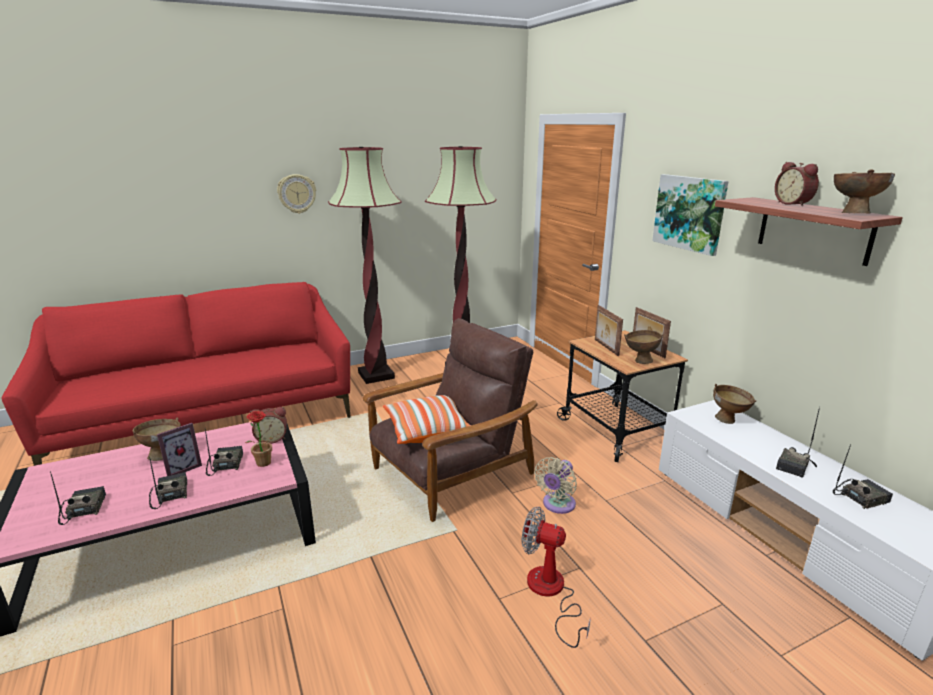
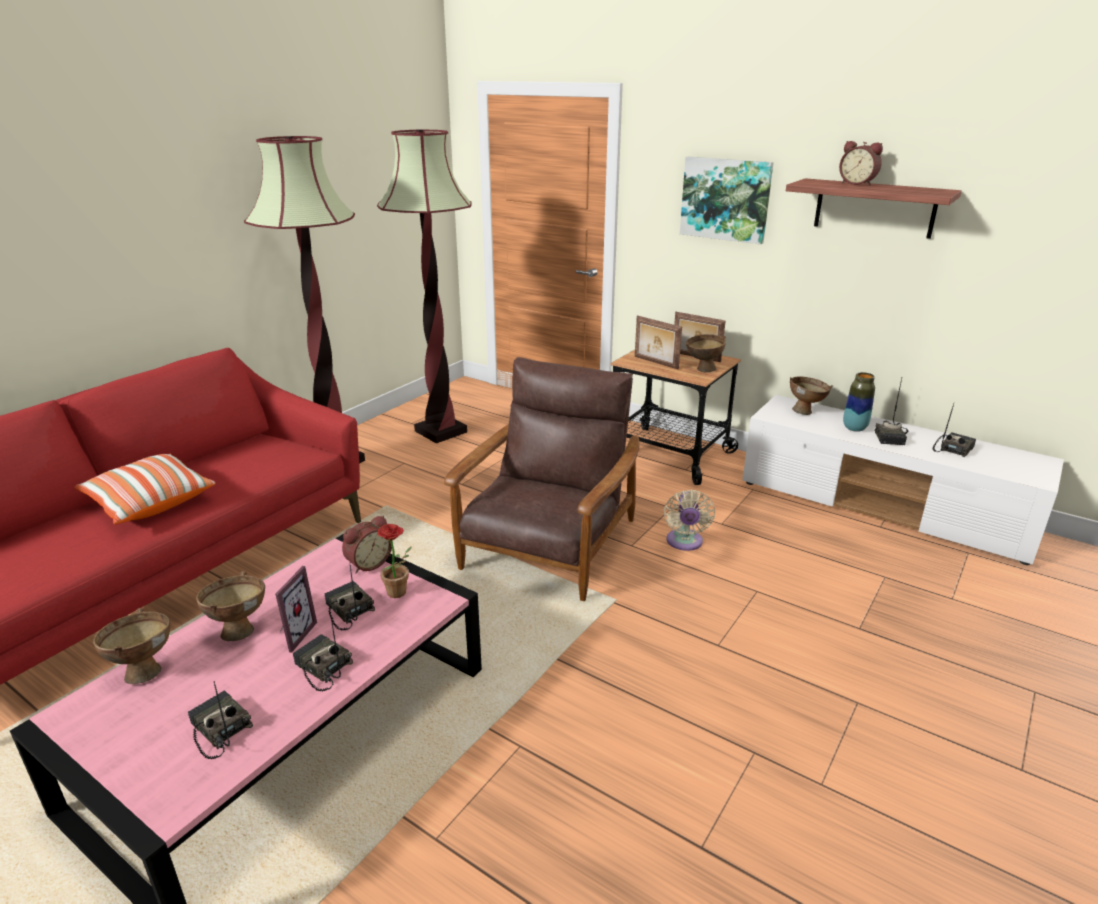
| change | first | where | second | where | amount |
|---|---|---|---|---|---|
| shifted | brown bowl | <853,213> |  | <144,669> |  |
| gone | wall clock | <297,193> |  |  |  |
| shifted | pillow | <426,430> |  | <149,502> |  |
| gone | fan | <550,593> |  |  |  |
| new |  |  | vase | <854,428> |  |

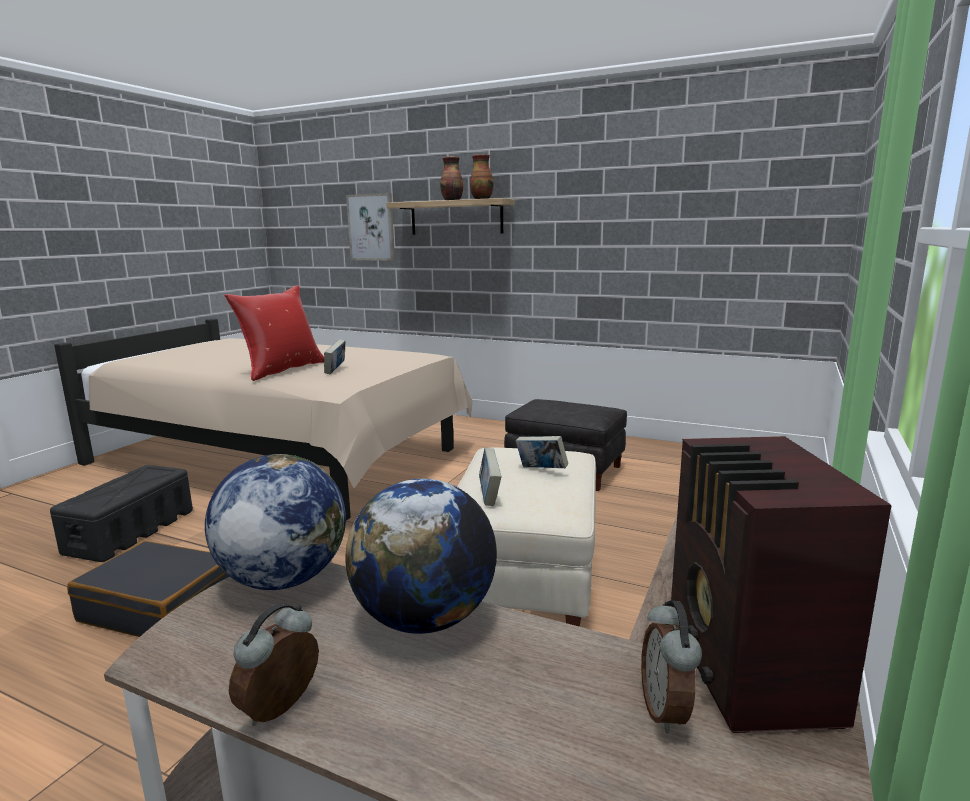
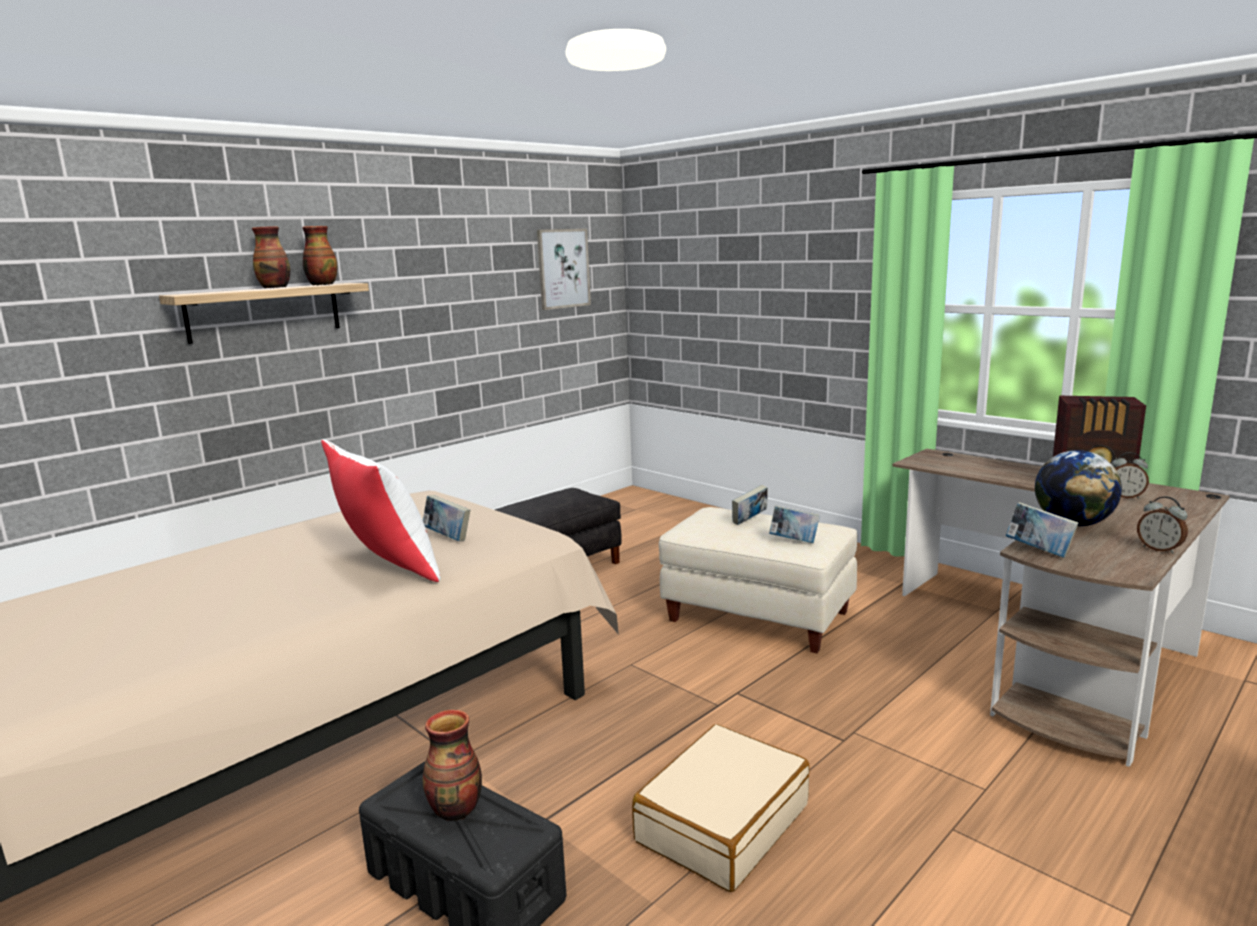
| change | first | where | second | where | amount |
|---|---|---|---|---|---|
| shifted | picture | <371,227> |  | <563,268> |  |
| repainted | red pillow | <282,370> | white pillow | <387,566> |  |
| swapped | globe | <283,579> | book | <1039,551> |  |
| repainted | black suitcase | <160,606> | beige suitcase | <722,823> |  |
| new |  |  | vase | <456,810> |  |

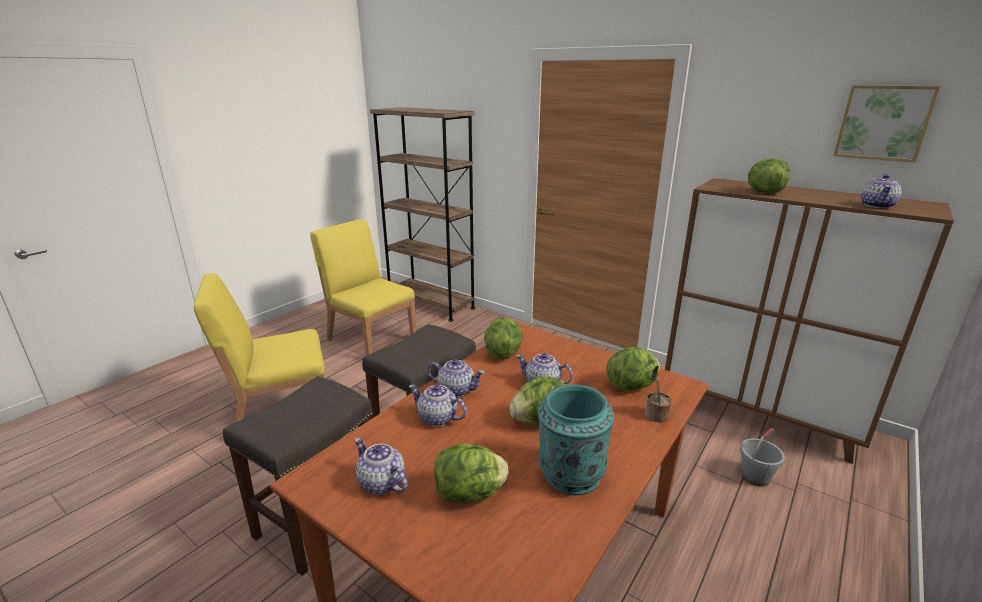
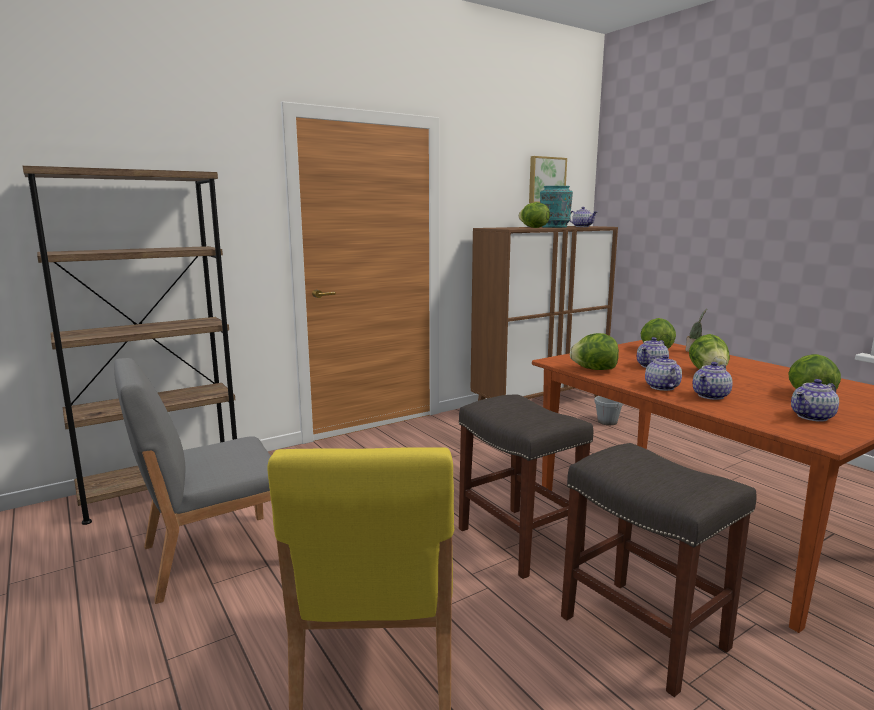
| change | first | where | second | where | amount |
|---|---|---|---|---|---|
| repainted | yellow chair | <371,339> | grey chair | <212,555> |  |
| rotated | teapot | <456,390> |  | <661,387> | 45 degrees counterclockwise |
| shifted | turquoise vase | <570,475> |  | <554,227> |  |

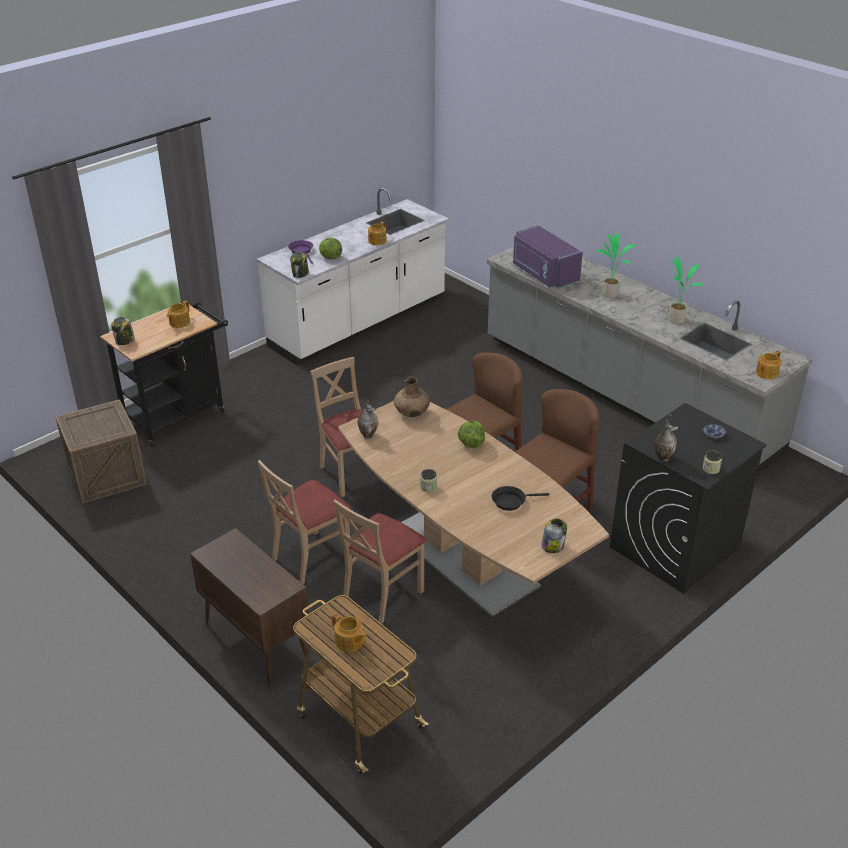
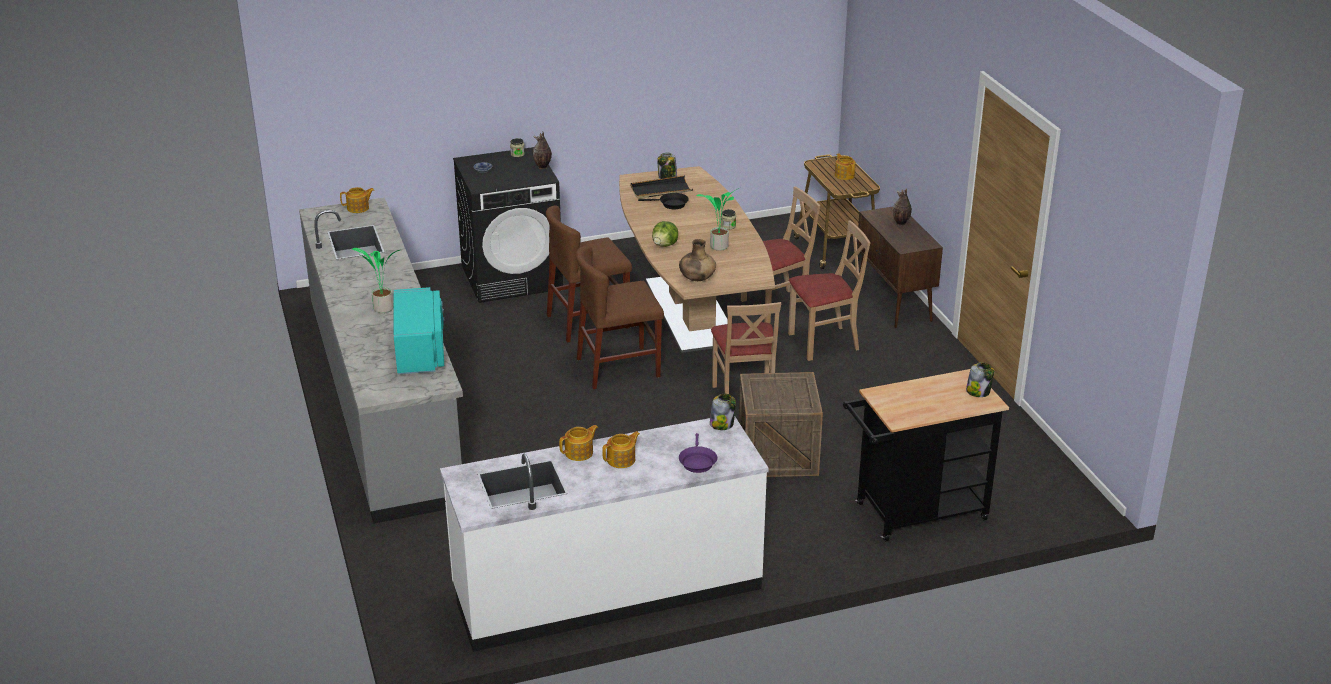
| change | first | where | second | where | amount |
|---|---|---|---|---|---|
| repainted | purple microwave | <543,274> | turquoise microwave | <421,351> |  |
| gone | lettuce | <330,257> |  |  |  |
| shifted | potted plant | <676,319> |  | <718,247> |  |
| shifted | teapot | <179,323> |  | <622,460> |  |
| shifted | crate | <106,475> |  | <777,454> |  |
| shifted | vase | <368,435> |  | <900,223> |  |
| new |  |  | black tray | <660,190> |  |

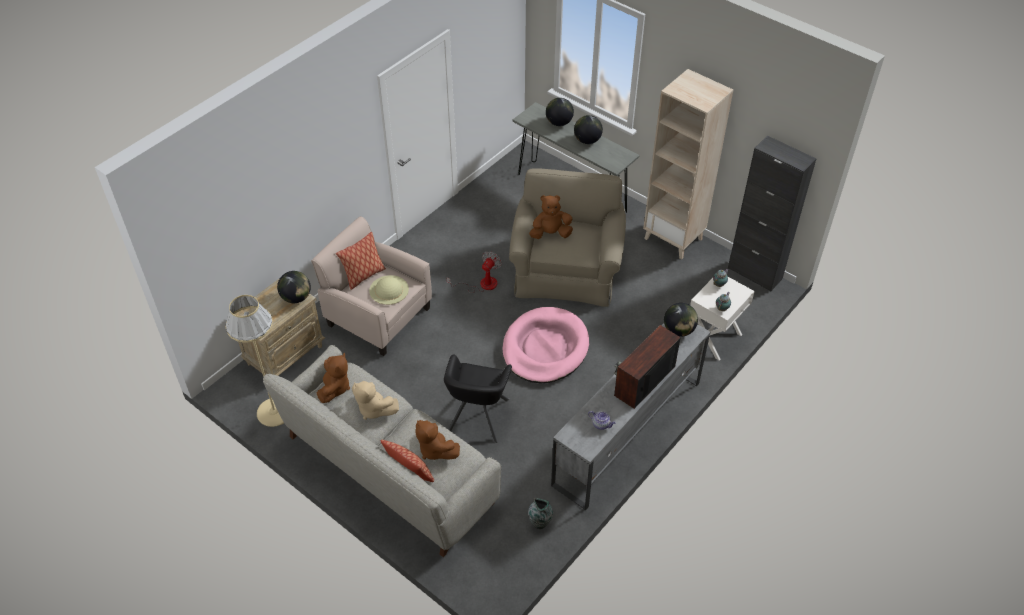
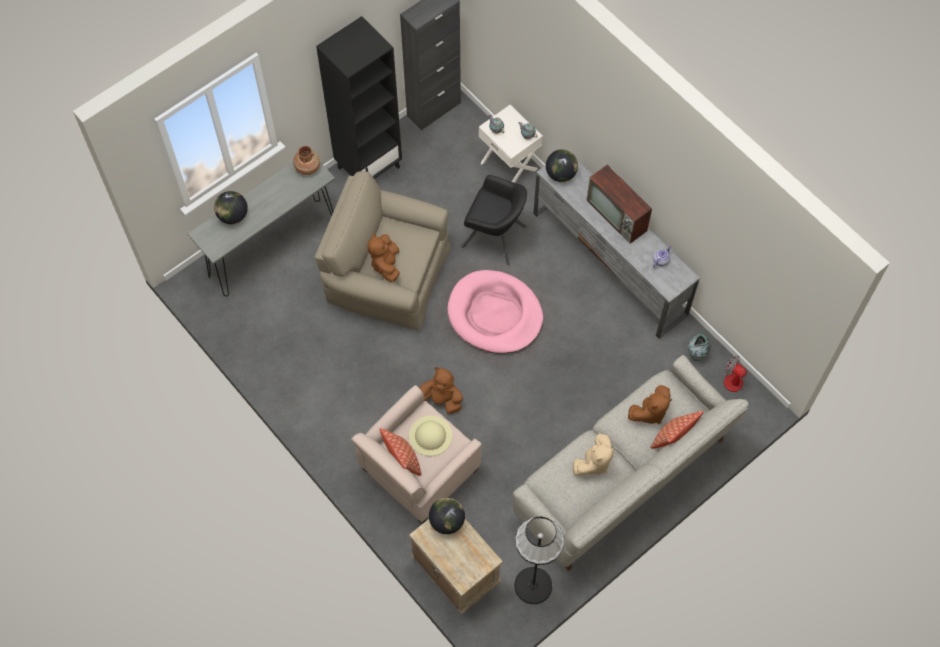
| change | first | where | second | where | amount |
|---|---|---|---|---|---|
| repainted | beige bookcase | <674,238> | black bookcase | <369,166> |  |
| gone | globe | <587,140> |  |  |  |
| shifted | fan | <482,284> |  | <733,390> |  |
| repainted | beige floor lamp | <274,412> | black floor lamp | <533,585> |  |
| shifted | brown plush toy | <335,388> |  | <441,399> |  |
| shifted | black armchair | <477,416> |  | <494,237> |  |
| new |  |  | brown vase | <307,167> |  |

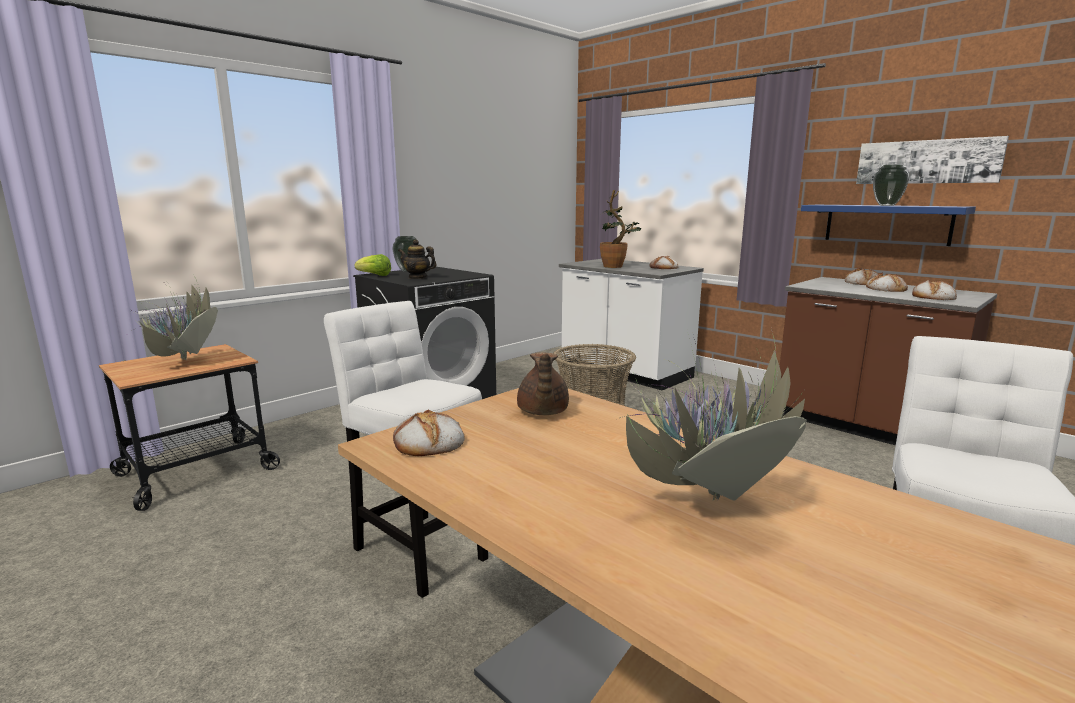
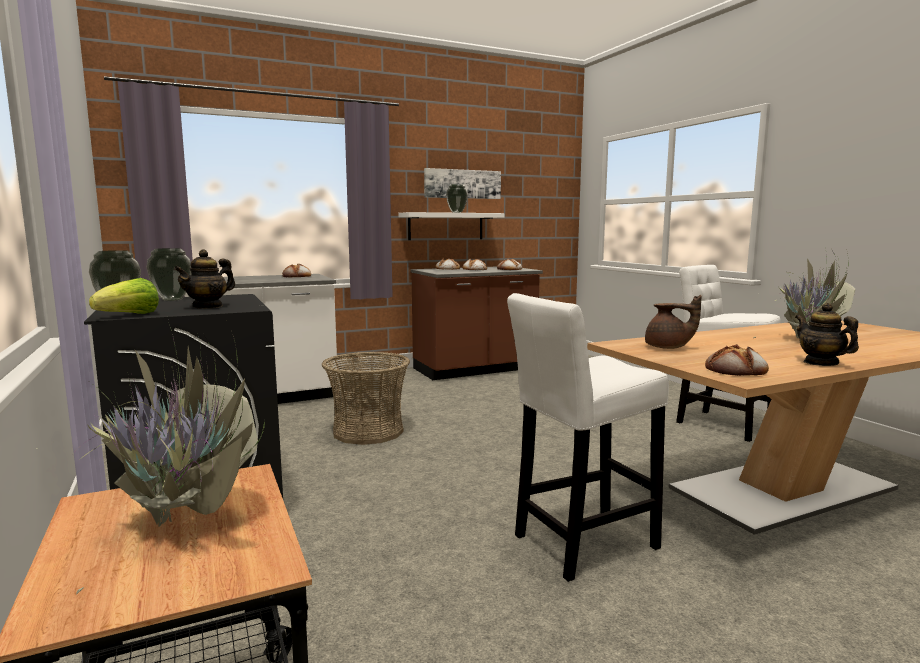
| change | first | where | second | where | amount |
|---|---|---|---|---|---|
| gone | potted plant | <617,266> |  |  |  |
| repainted | blue shelf | <887,224> | white shelf | <446,226> |  |
| new |  |  | vase | <172,299> |  |
| new |  |  | teapot | <821,363> |  |

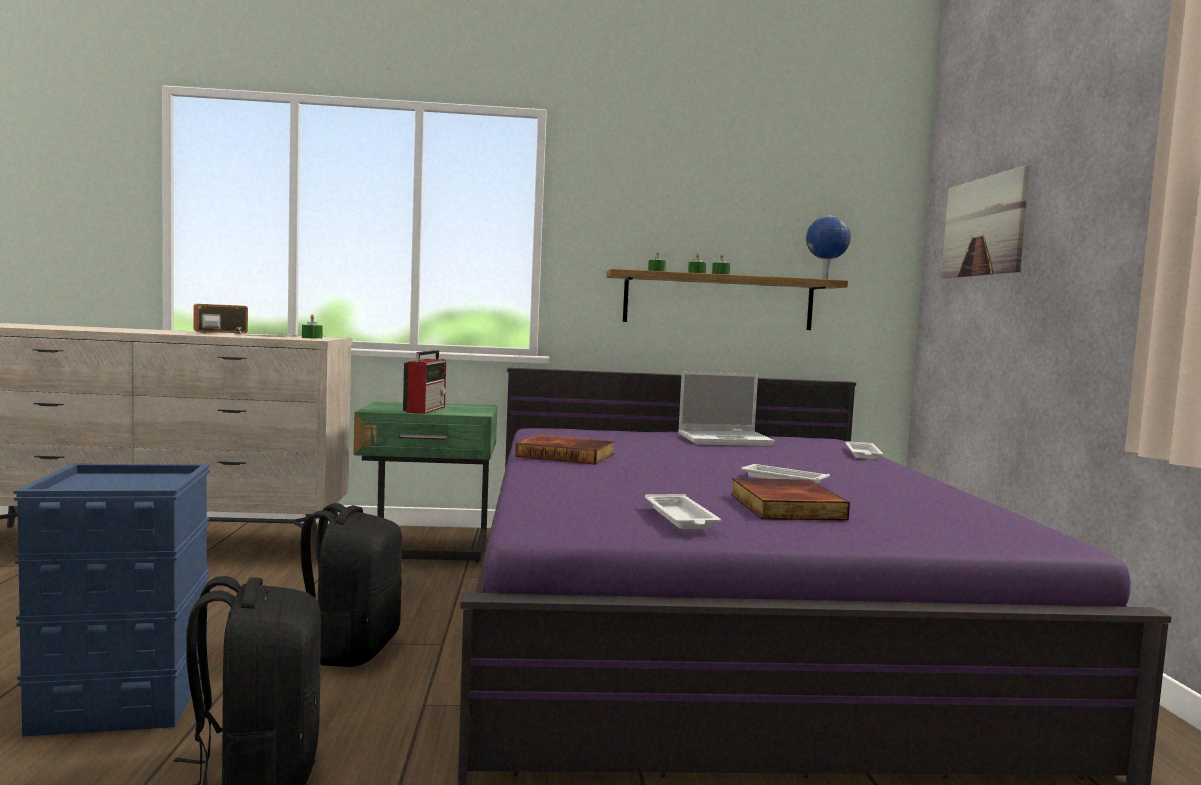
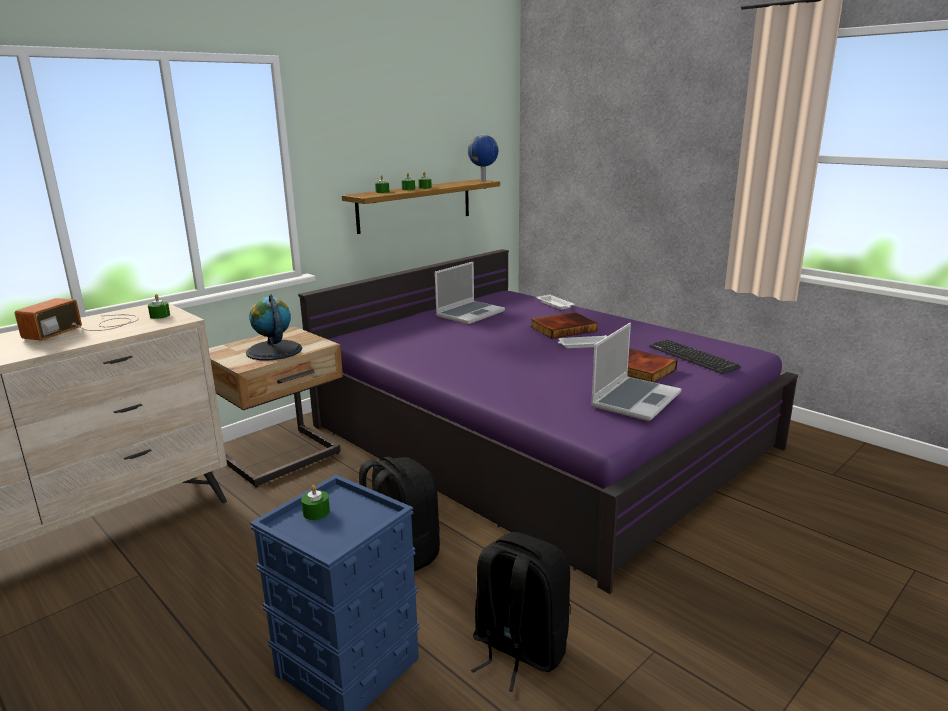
| change | first | where | second | where | amount |
|---|---|---|---|---|---|
| gone | picture | <983,227> |  |  |  |
| swapped | radio | <425,409> | globe | <274,351> |  |
| repainted | green nightstand | <427,549> | beige nightstand | <283,458> |  |
| shifted | book | <567,455> |  | <563,328> |  |
| swapped | white tray | <681,518> | laptop | <635,399> |  |
| new |  |  | keyboard | <693,357> |  |
| new |  |  | green candle | <316,512> |  |

